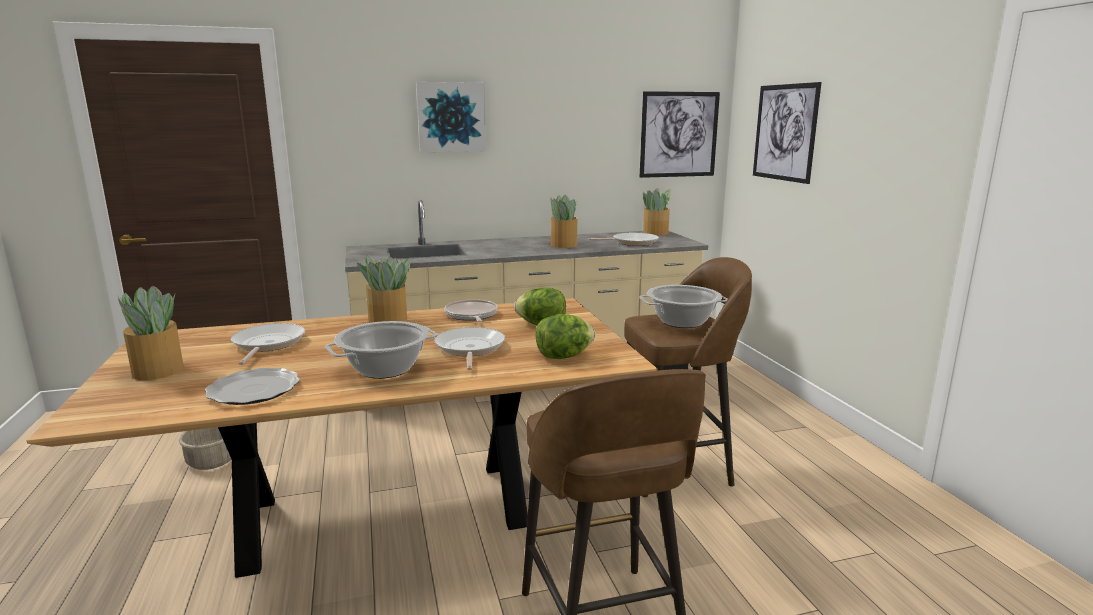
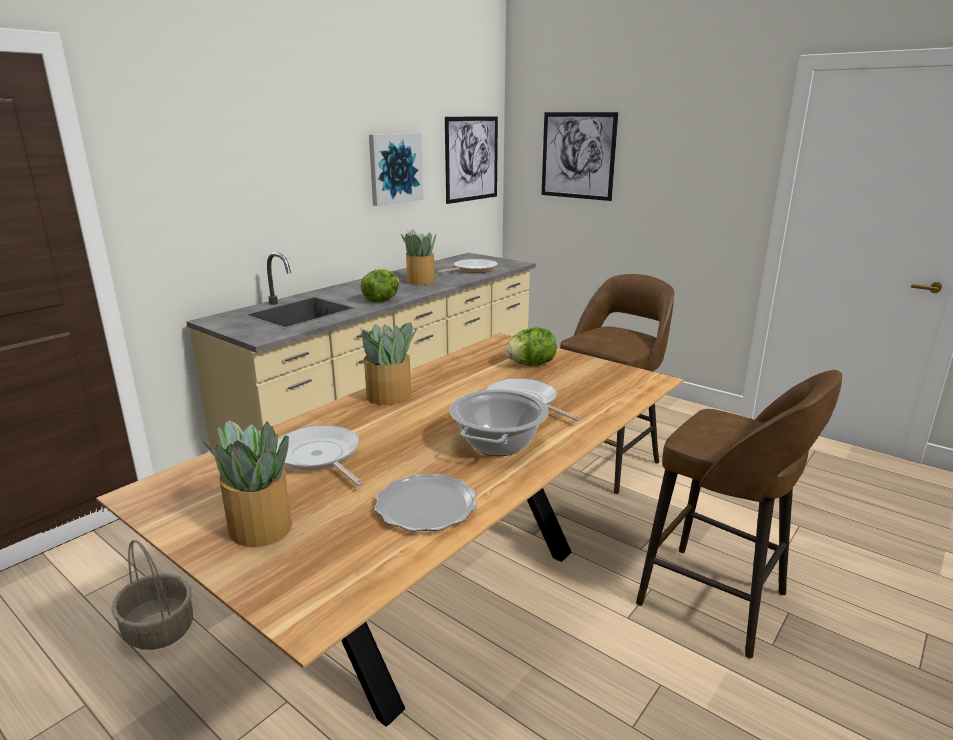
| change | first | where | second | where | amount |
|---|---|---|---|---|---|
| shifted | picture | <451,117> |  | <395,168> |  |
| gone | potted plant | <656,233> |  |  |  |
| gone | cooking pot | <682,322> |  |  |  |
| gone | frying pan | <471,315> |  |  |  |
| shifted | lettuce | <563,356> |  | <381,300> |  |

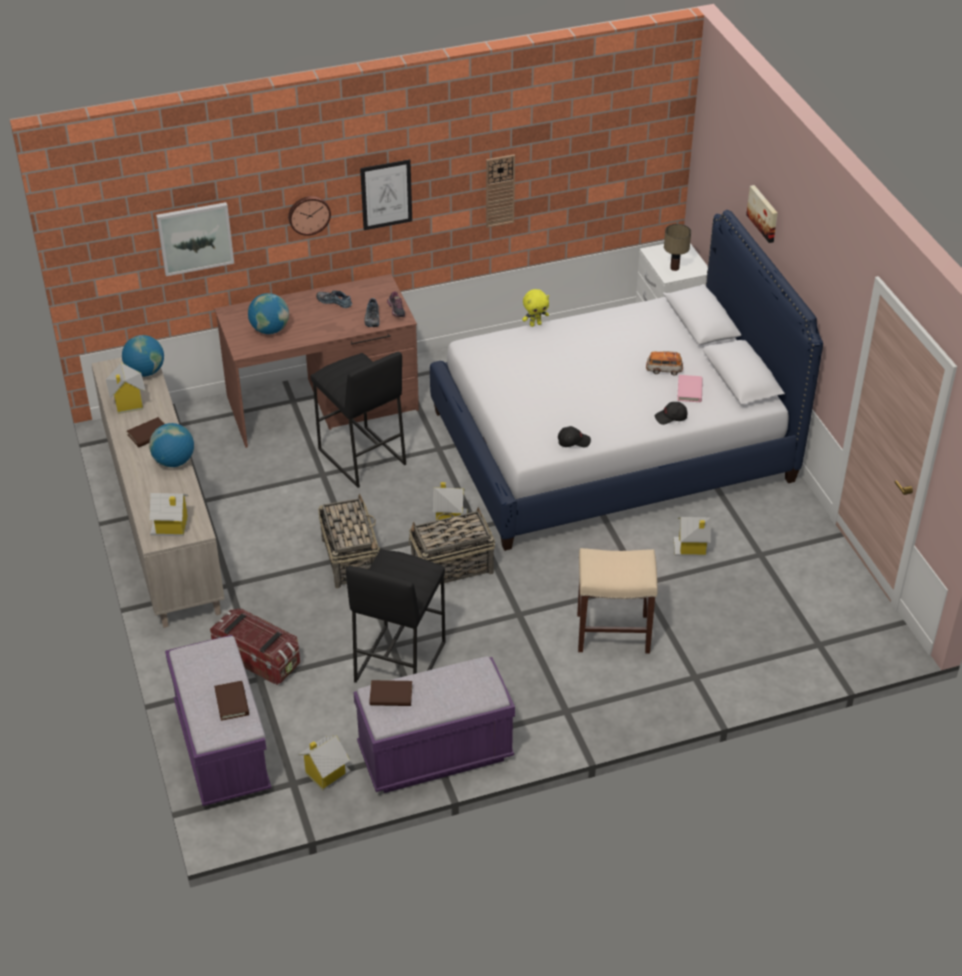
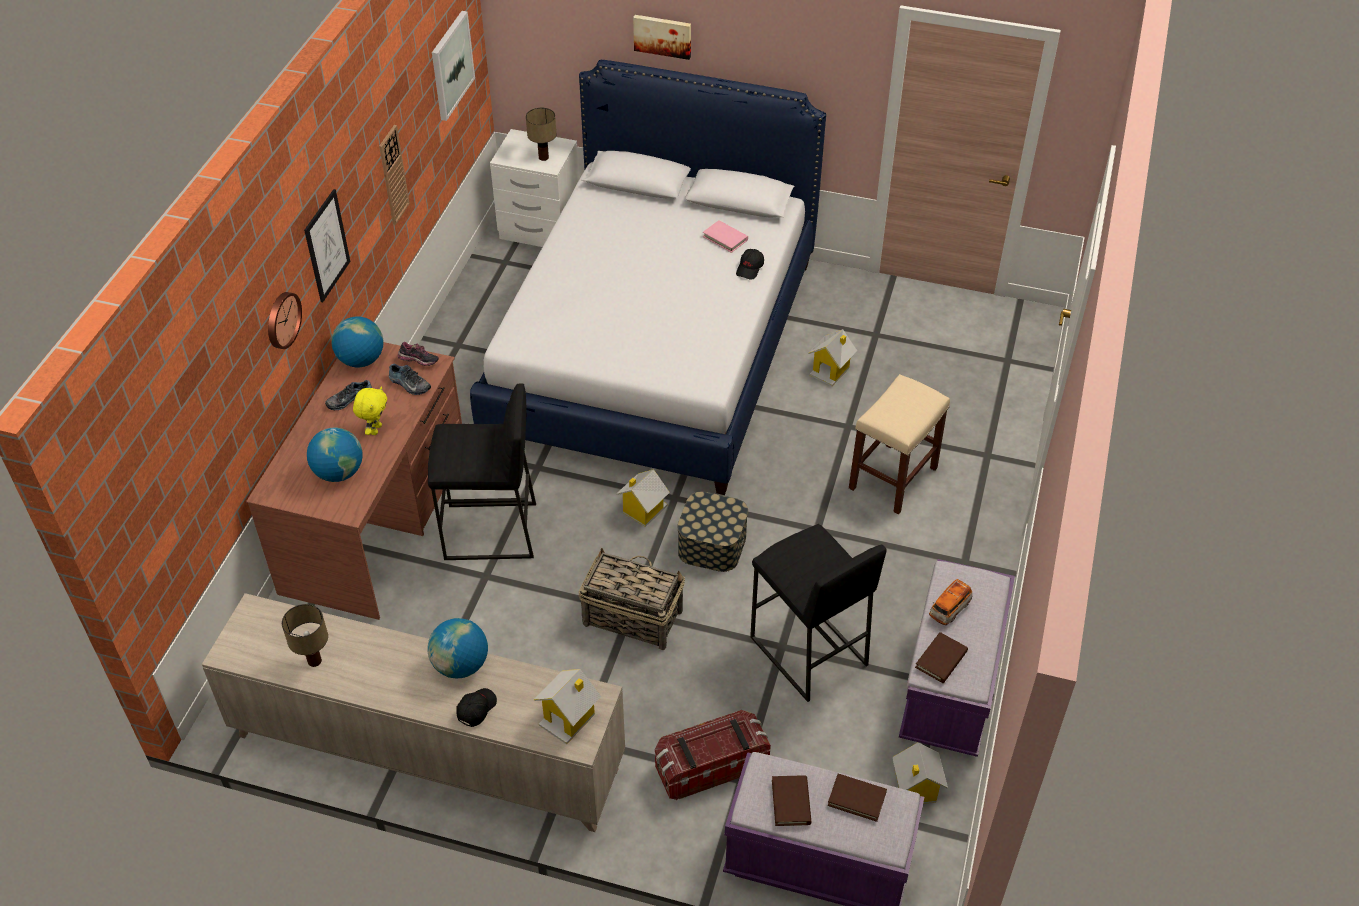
| change | first | where | second | where | amount |
|---|---|---|---|---|---|
| shifted | picture | <195,238> |  | <451,65> |  |
| shifted | yellow plush toy | <535,324> |  | <375,429> |  |
| shifted | globe | <145,372> |  | <361,360> |  |
| shifted | toy car | <664,370> |  | <949,609> |  |
| swapped | toy house | <128,403> | table lamp | <315,661> |  |
| shifted | brown book | <149,434> |  | <791,802> |  |
| shifted | black cap | <573,441> |  | <476,709> |  |
| swapped | basket | <451,567> | storage box | <712,544> |  |

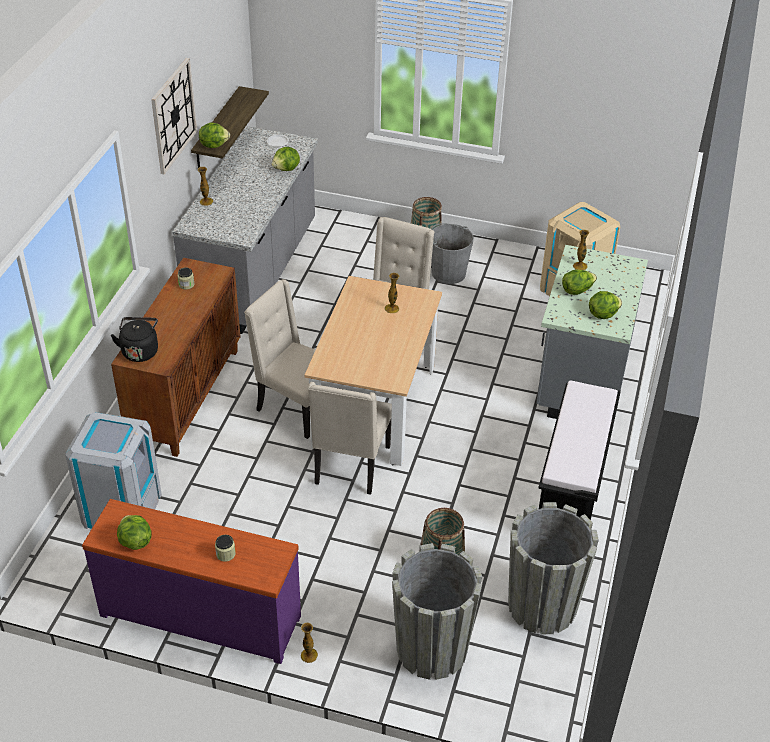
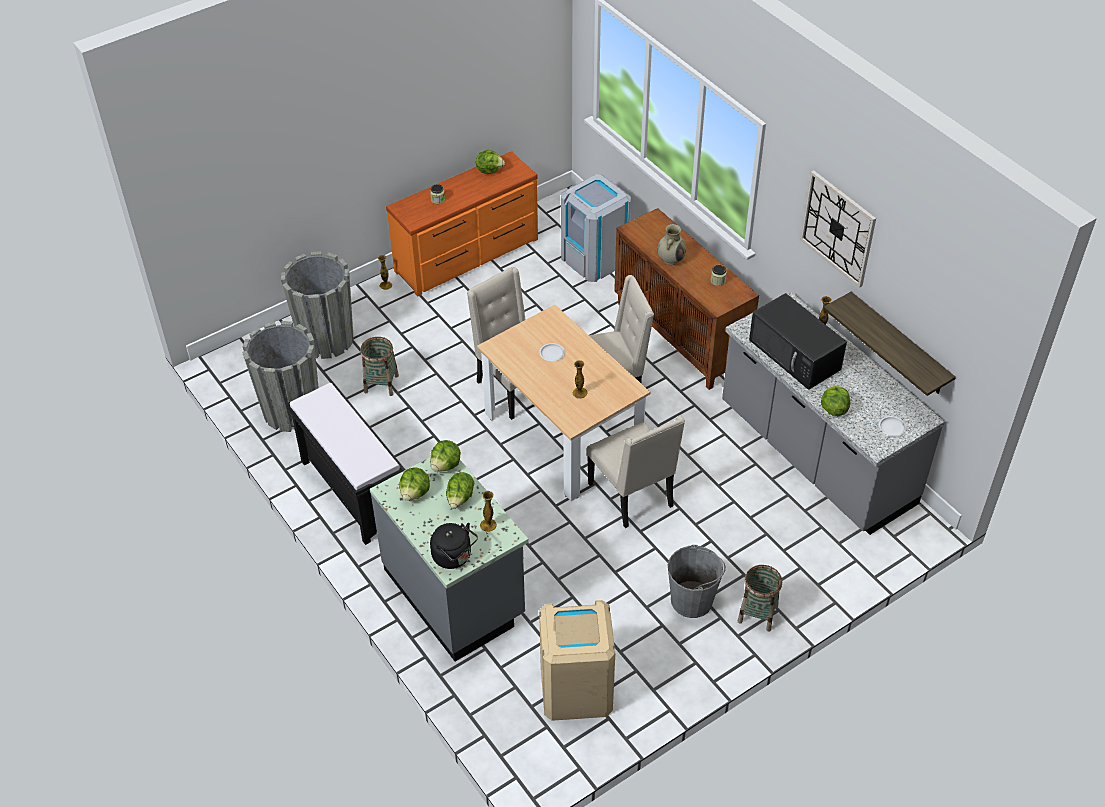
| change | first | where | second | where | amount |
|---|---|---|---|---|---|
| shifted | lettuce | <214,145> |  | <446,465> |  |
| shifted | black kettle | <140,350> |  | <454,557> |  |
| repainted | purple dresser | <201,613> | orange dresser | <468,256> |  |
| new |  |  | beige vase | <671,259> |  |
| new |  |  | black microwave | <796,355> |  |
| new |  |  | white plate | <552,353> |  |

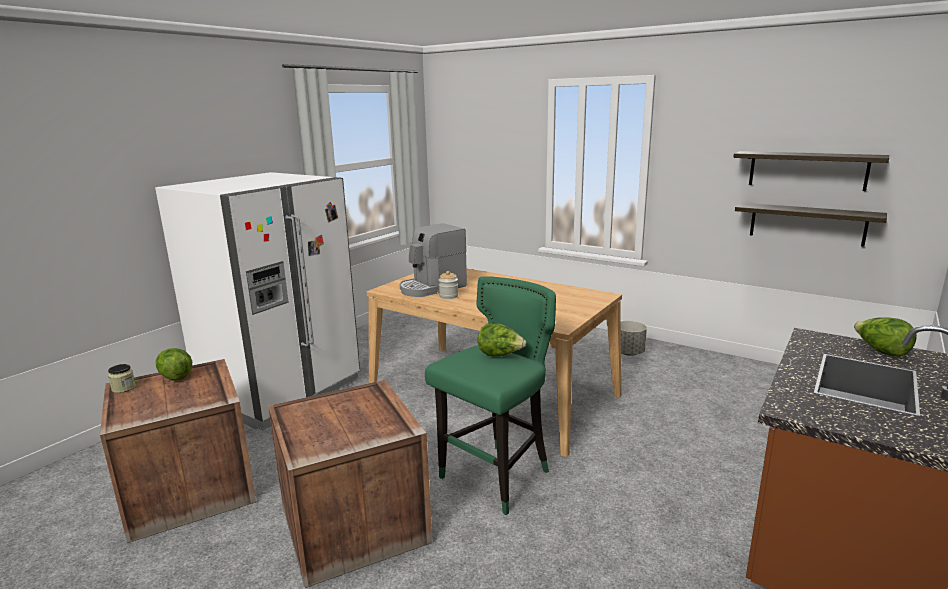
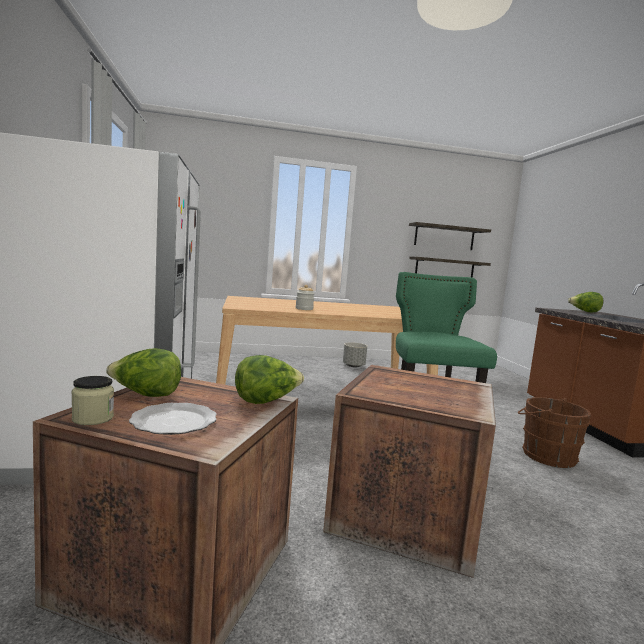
| change | first | where | second | where | amount |
|---|---|---|---|---|---|
| gone | coffee machine | <432,288> |  |  |  |
| shifted | lettuce | <500,355> |  | <266,401> |  |
| new |  |  | brown bucket | <545,455> |  |
| new |  |  | plate | <174,421> |  |

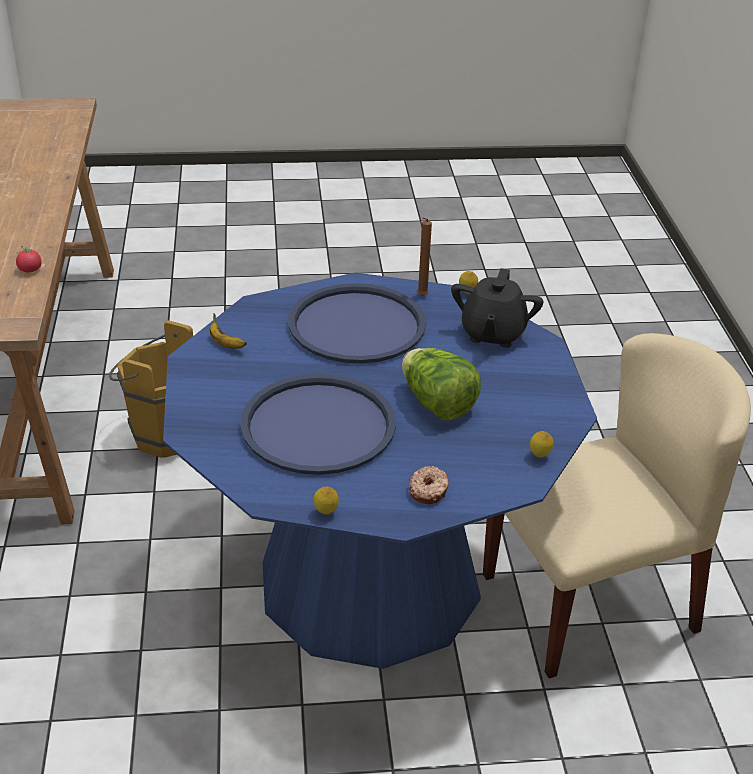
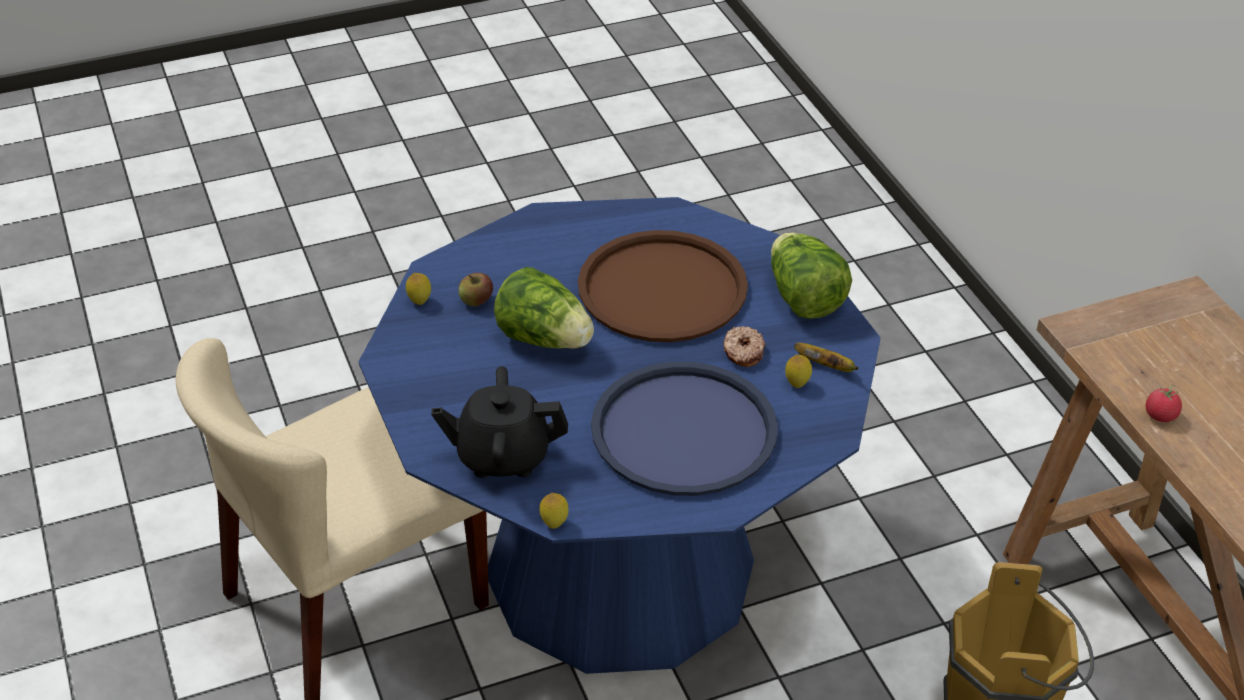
| change | first | where | second | where | amount |
|---|---|---|---|---|---|
| gone | brown candle | <421,296> |  |  |  |
| rotated | black teapot | <492,334> |  | <502,456> | 90 degrees counterclockwise |
| repainted | blue tray | <318,426> | brown tray | <662,288> |  |
| shifted | donut | <429,490> |  | <742,352> |  |
| shifted | lemon | <326,513> |  | <797,384> |  |
| new |  |  | lettuce | <803,298> |  |
| new |  |  | apple | <476,301> |  |

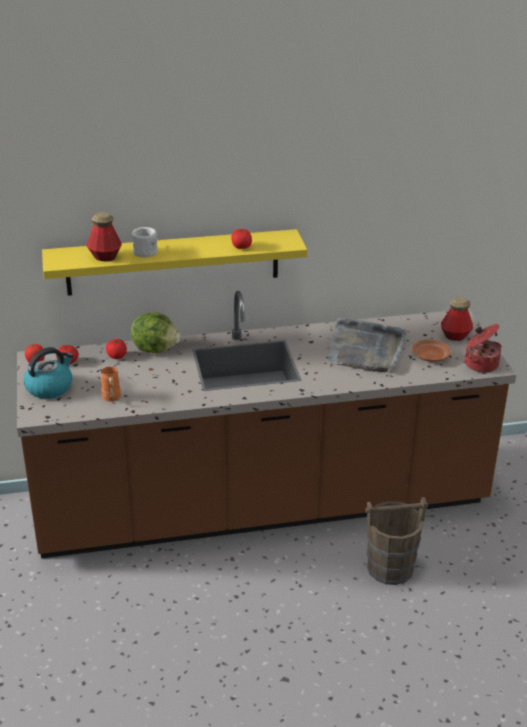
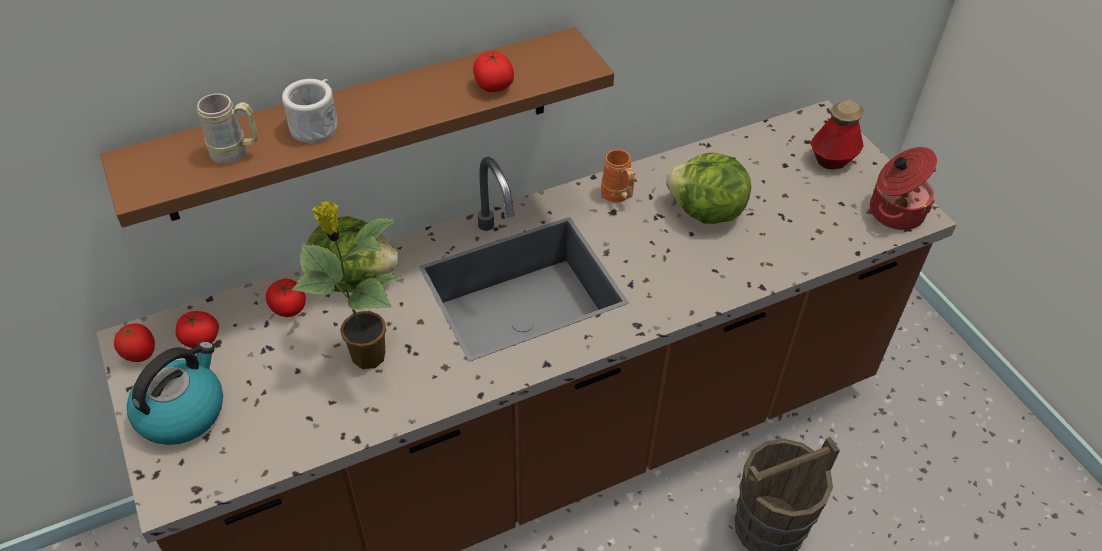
| change | first | where | second | where | amount |
|---|---|---|---|---|---|
| swapped | bottle | <105,257> | beige mug | <236,153> |  |
| repainted | yellow shelf | <173,262> | brown shelf | <361,124> |  |
| swapped | grey tray | <365,349> | lettuce | <705,212> |  |
| gone | brown plate | <430,356> |  |  |  |
| shifted | orange mug | <111,399> |  | <618,197> |  |
| new |  |  | potted plant | <366,356> |  |

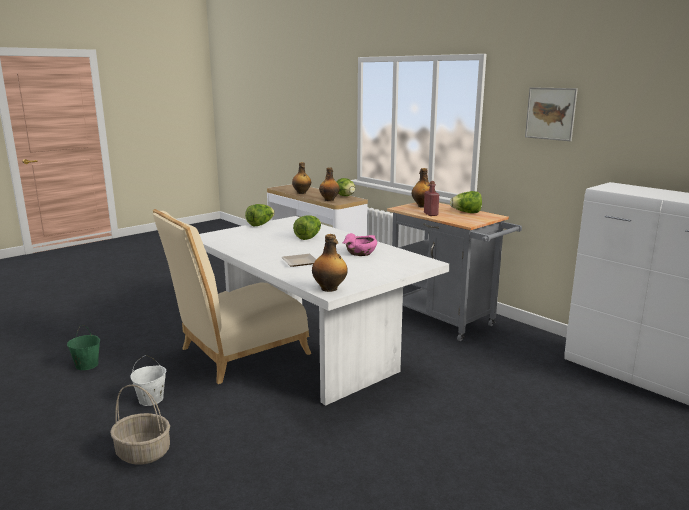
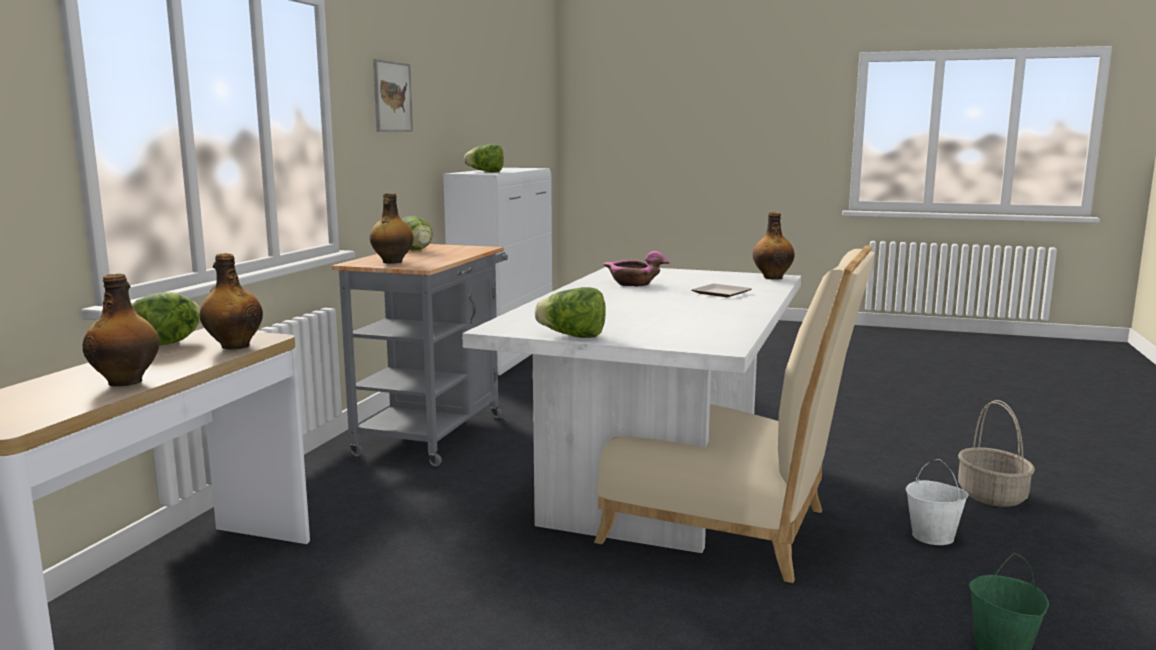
| change | first | where | second | where | amount |
|---|---|---|---|---|---|
| gone | red bottle | <430,214> |  |  |  |
| shifted | lettuce | <308,237> |  | <486,172> |  |

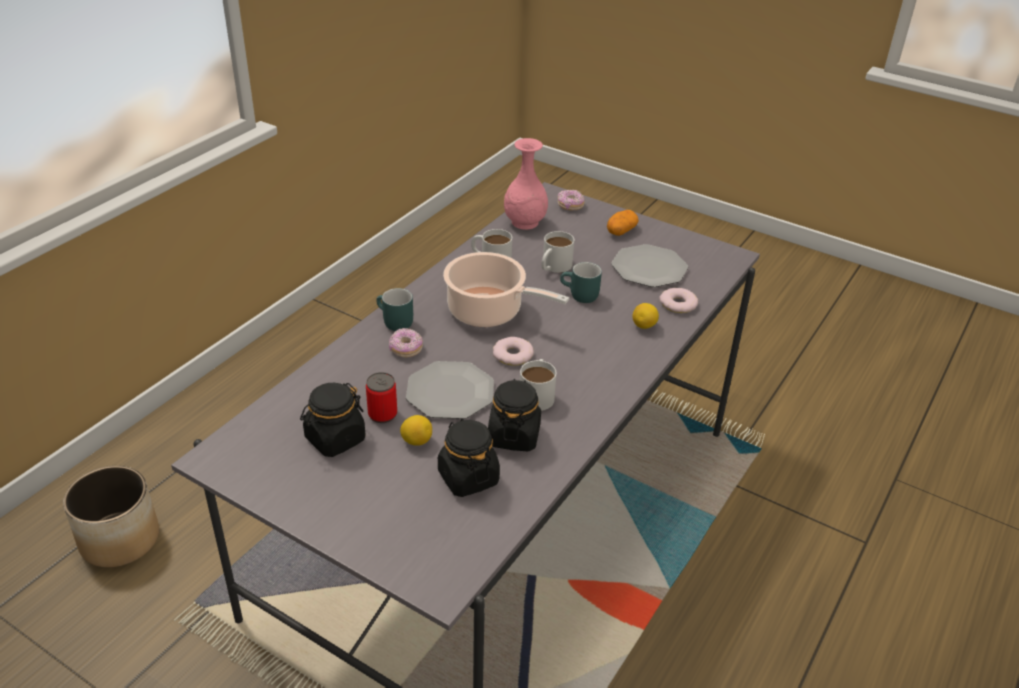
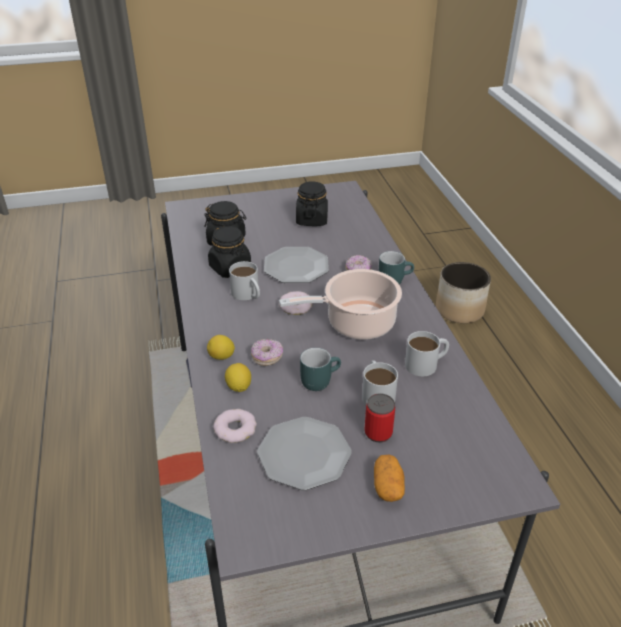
| change | first | where | second | where | amount |
|---|---|---|---|---|---|
| gone | pink vase | <524,222> |  |  |  |
| shifted | donut | <570,206> |  | <267,357> |  |
| shifted | can | <382,414> |  | <378,433> |  |
| shifted | lemon | <416,441> |  | <221,357> |  |

